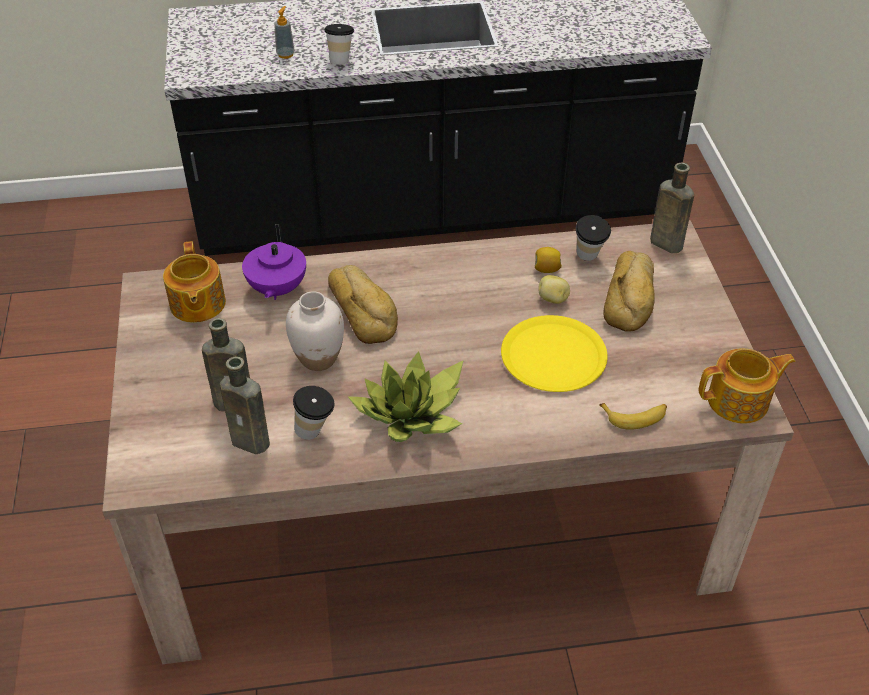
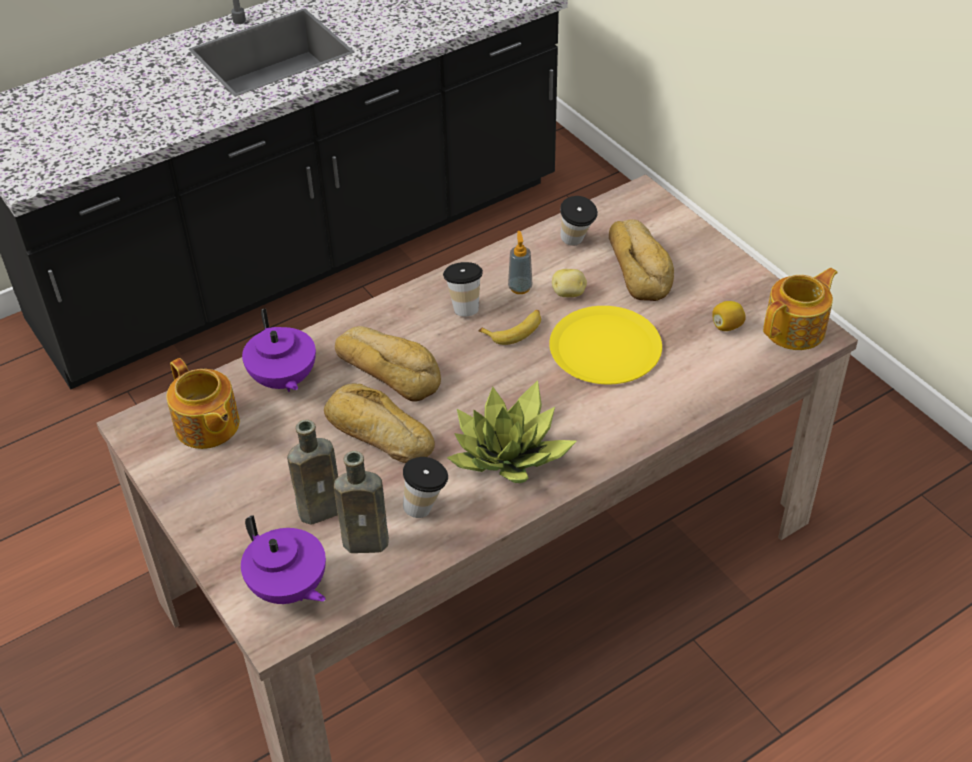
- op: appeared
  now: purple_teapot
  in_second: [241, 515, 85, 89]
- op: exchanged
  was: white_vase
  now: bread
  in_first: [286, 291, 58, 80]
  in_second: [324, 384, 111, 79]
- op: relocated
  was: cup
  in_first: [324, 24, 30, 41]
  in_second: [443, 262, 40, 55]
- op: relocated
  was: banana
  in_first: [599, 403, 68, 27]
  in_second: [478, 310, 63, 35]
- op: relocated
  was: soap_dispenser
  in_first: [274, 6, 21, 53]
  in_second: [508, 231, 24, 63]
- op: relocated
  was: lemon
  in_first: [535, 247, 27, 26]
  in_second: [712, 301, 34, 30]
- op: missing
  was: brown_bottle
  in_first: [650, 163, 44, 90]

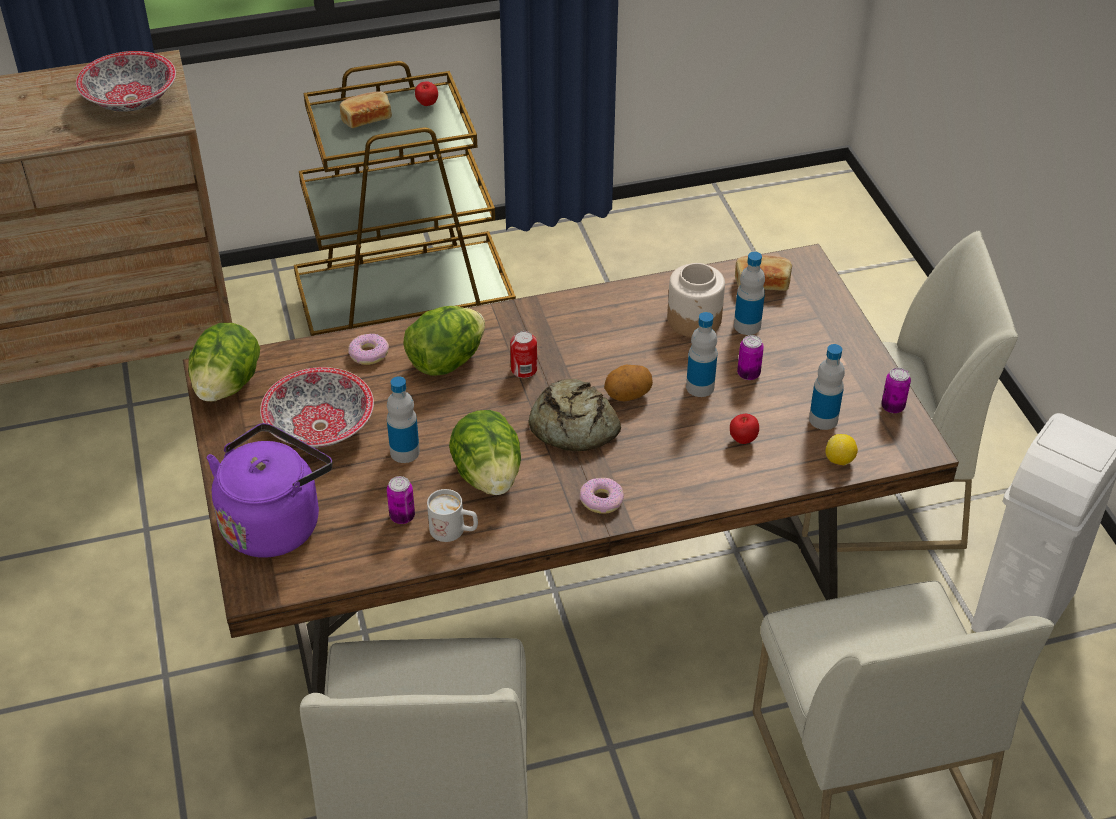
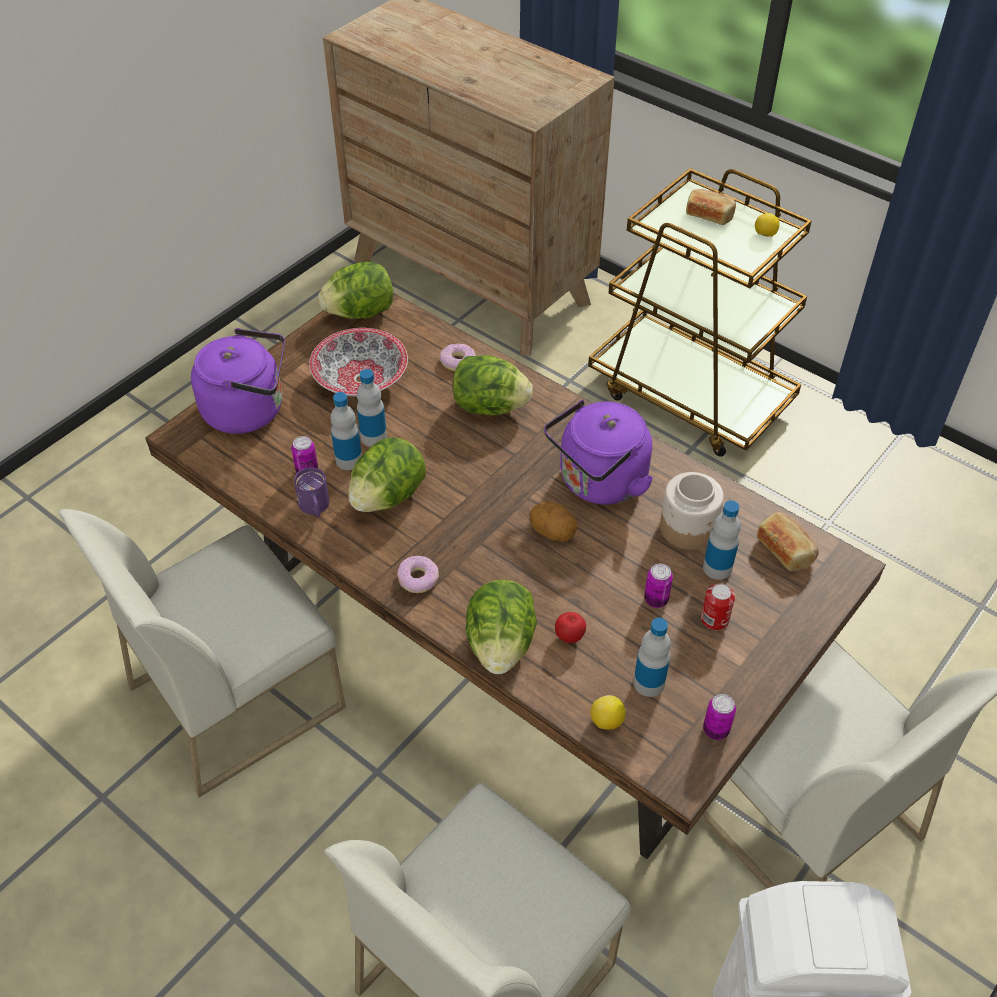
- op: colour
  was: white_mug
  now: purple_mug
  in_first: [427, 489, 51, 53]
  in_second: [294, 467, 35, 50]
- op: relocated
  was: bottle
  in_first: [686, 312, 31, 85]
  in_second: [330, 392, 32, 78]
- op: appeared
  now: lettuce
  in_second: [466, 580, 71, 94]
- op: appeared
  now: purple_kettle
  in_second: [544, 400, 109, 105]
- op: relocated
  was: can
  in_first: [510, 331, 27, 47]
  in_second: [701, 583, 34, 47]
- op: exchanged
  was: apple
  now: lemon
  in_first: [415, 81, 23, 25]
  in_second: [755, 213, 25, 24]
- op: missing
  was: bowl
  in_first: [76, 51, 100, 61]
- op: missing
  was: bread
  in_first: [528, 379, 93, 72]

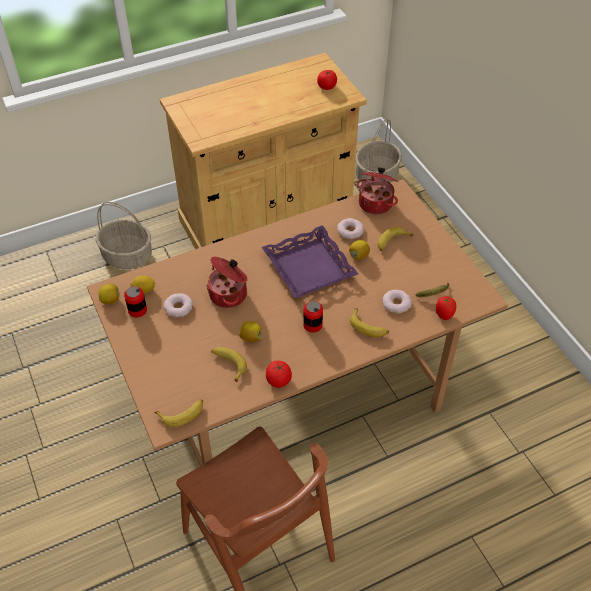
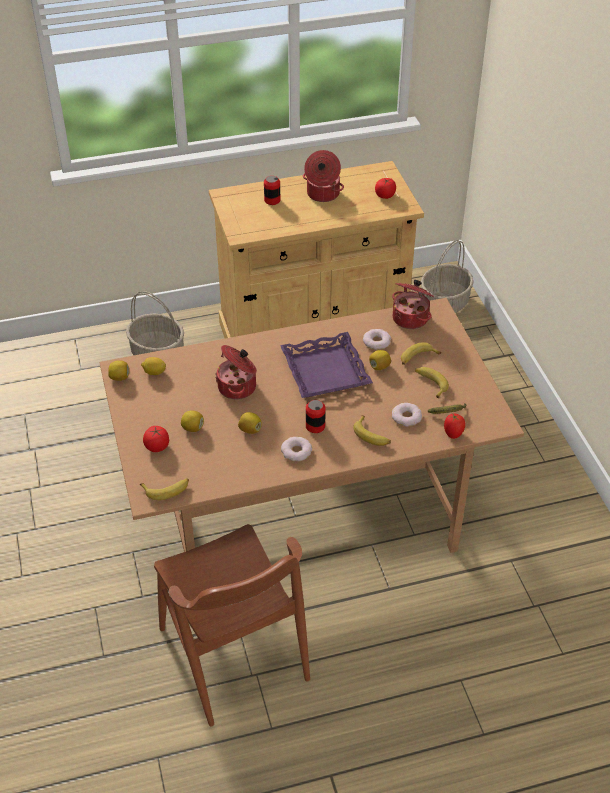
- op: relocated
  was: tomato
  in_first: [266, 361, 26, 27]
  in_second: [143, 426, 26, 26]
- op: appeared
  now: lemon
  in_second: [181, 410, 23, 22]
- op: relocated
  was: can
  in_first: [124, 286, 23, 32]
  in_second: [264, 176, 16, 29]
- op: relocated
  was: donut
  in_first: [164, 293, 29, 24]
  in_second: [281, 437, 31, 24]
- op: appeared
  now: cooking_pot
  in_second: [303, 150, 41, 52]
- op: relocated
  was: banana
  in_first: [211, 347, 36, 35]
  in_second: [415, 367, 34, 31]

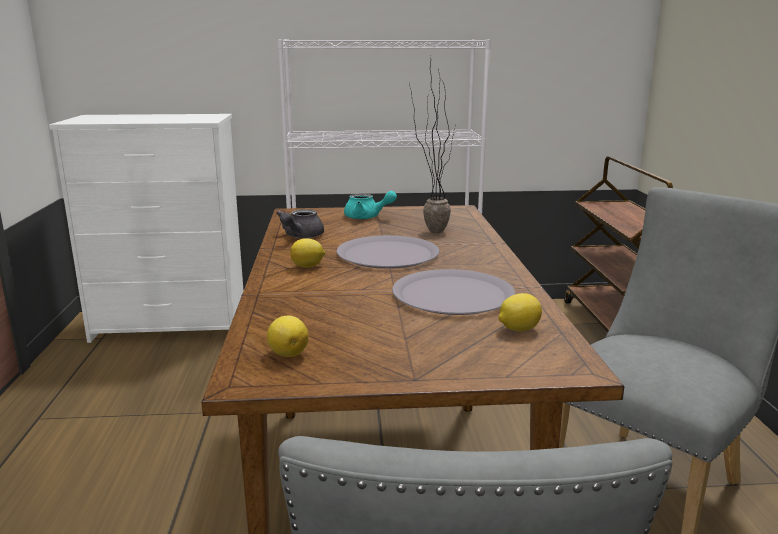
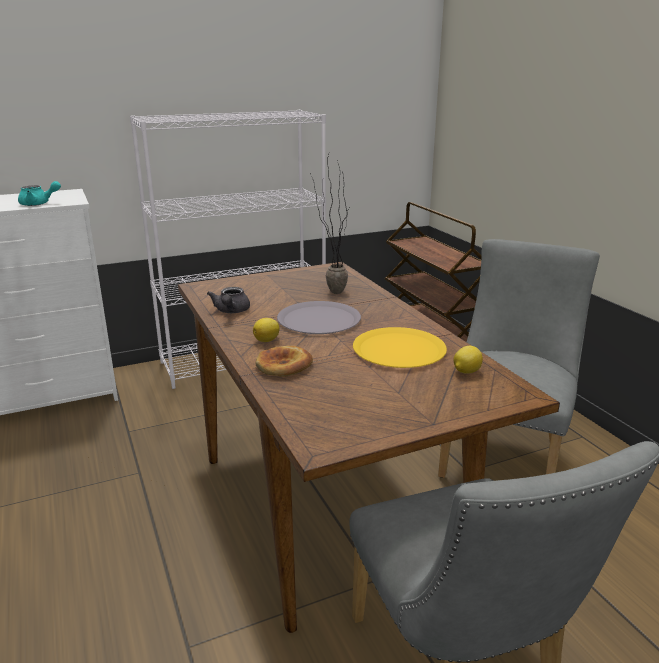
- op: relocated
  was: turquoise_teapot
  in_first: [344, 191, 53, 28]
  in_second: [18, 181, 43, 25]
- op: appeared
  now: bread
  in_second: [256, 346, 57, 31]
- op: colour
  was: grey_plate
  now: yellow_plate
  in_first: [392, 269, 123, 46]
  in_second: [353, 327, 94, 41]
- op: missing
  was: lemon
  in_first: [267, 316, 41, 41]

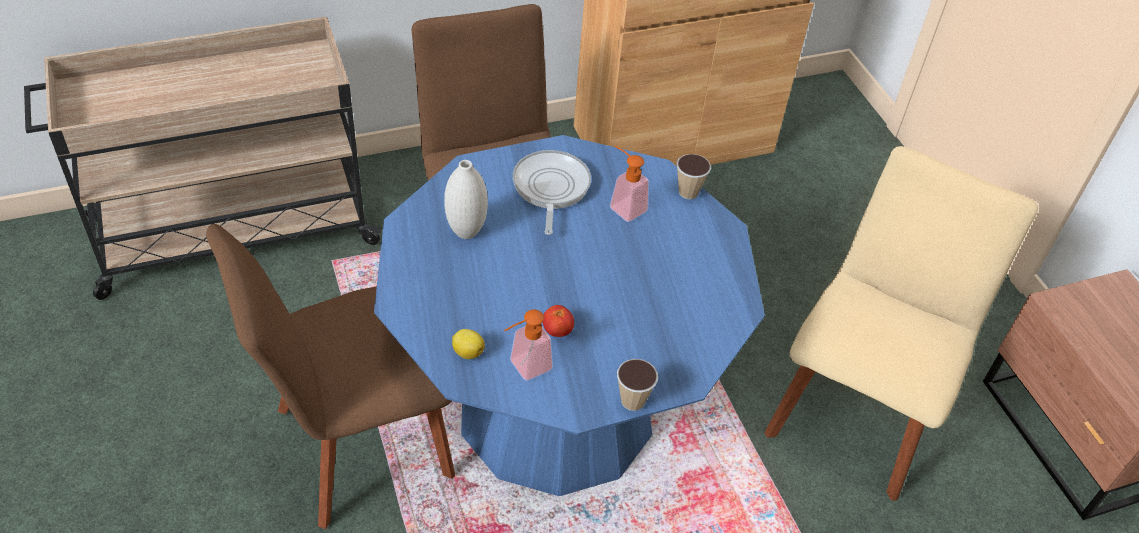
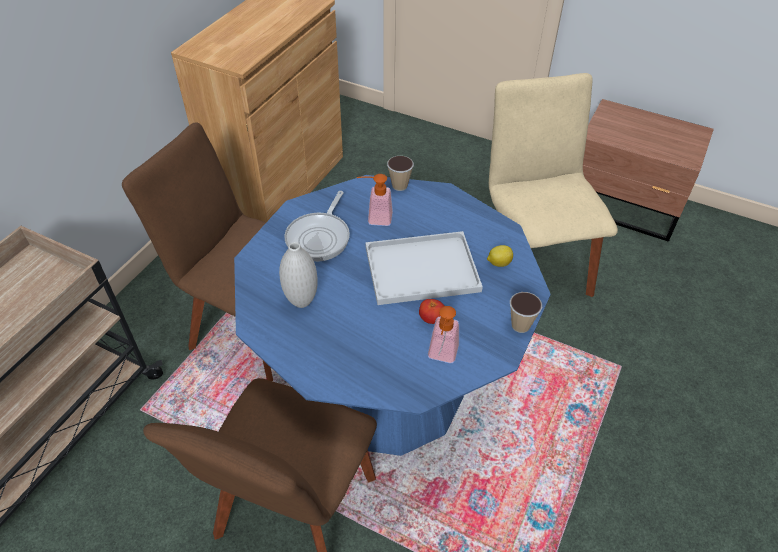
- op: spun
  was: frying_pan
  in_first: [513, 150, 78, 85]
  in_second: [284, 191, 66, 71]
  clockwise: -120
- op: appeared
  now: white_tray
  in_second: [365, 231, 118, 74]
- op: relocated
  was: lemon
  in_first: [452, 329, 33, 30]
  in_second: [487, 245, 26, 22]

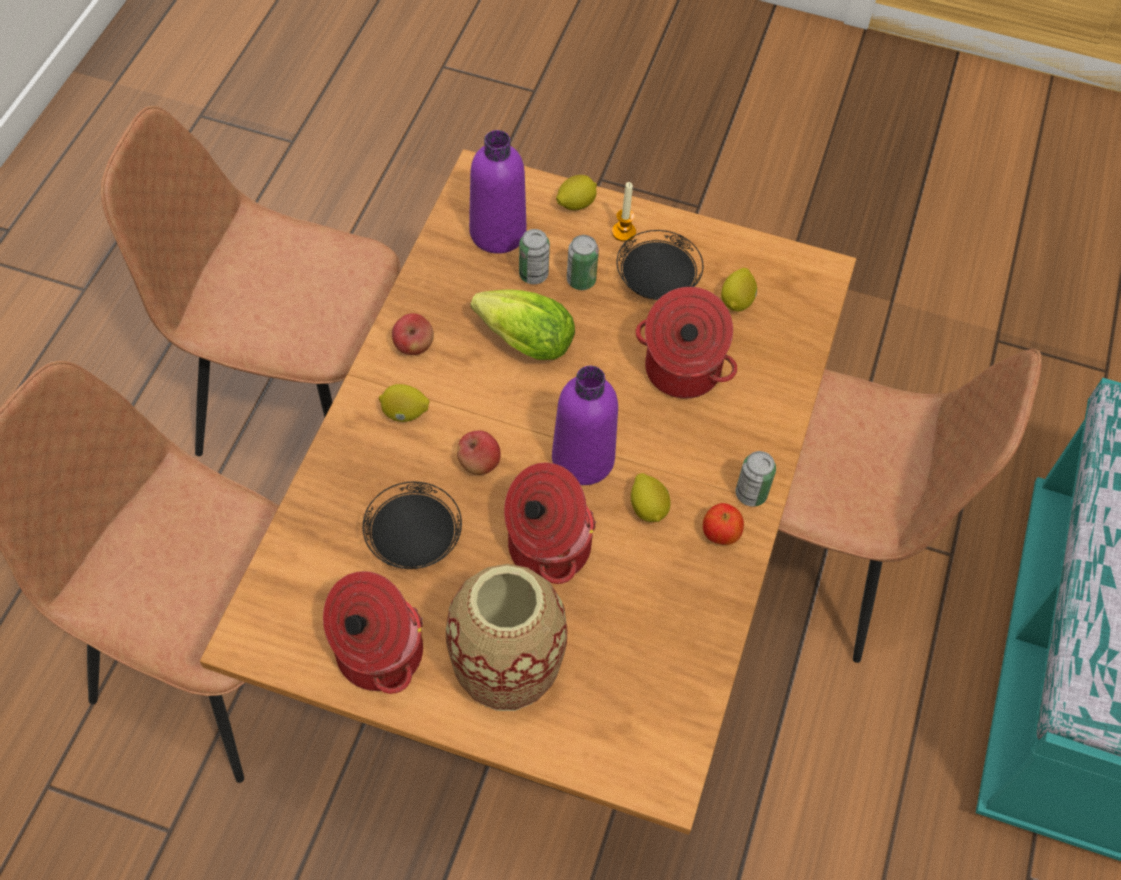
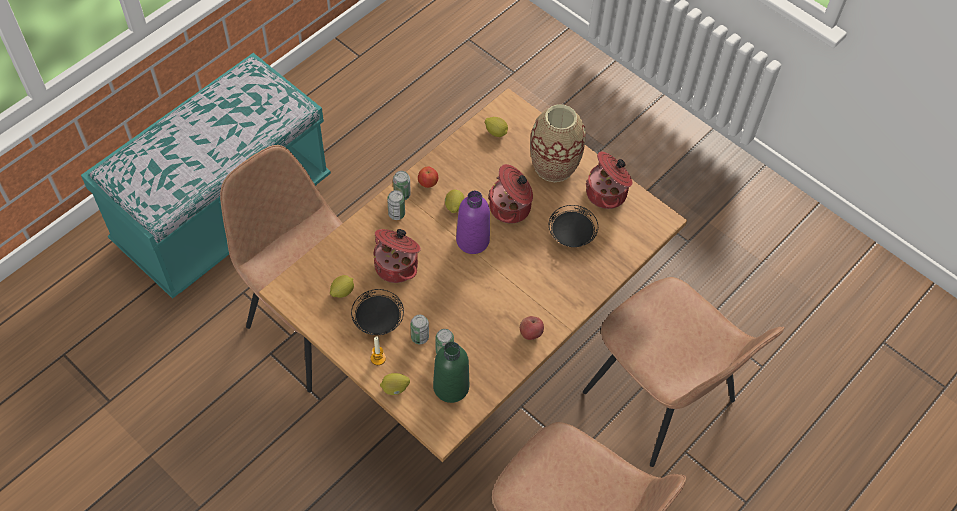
- op: appeared
  now: can
  in_second: [387, 190, 18, 30]
- op: colour
  was: purple_bottle
  now: green_bottle
  in_first: [469, 130, 58, 124]
  in_second: [433, 342, 36, 61]
- op: relocated
  was: lemon
  in_first: [379, 384, 51, 38]
  in_second: [485, 117, 23, 20]
- op: missing
  was: apple
  in_first: [457, 431, 44, 44]
- op: missing
  was: lettuce
  in_first: [471, 289, 104, 71]

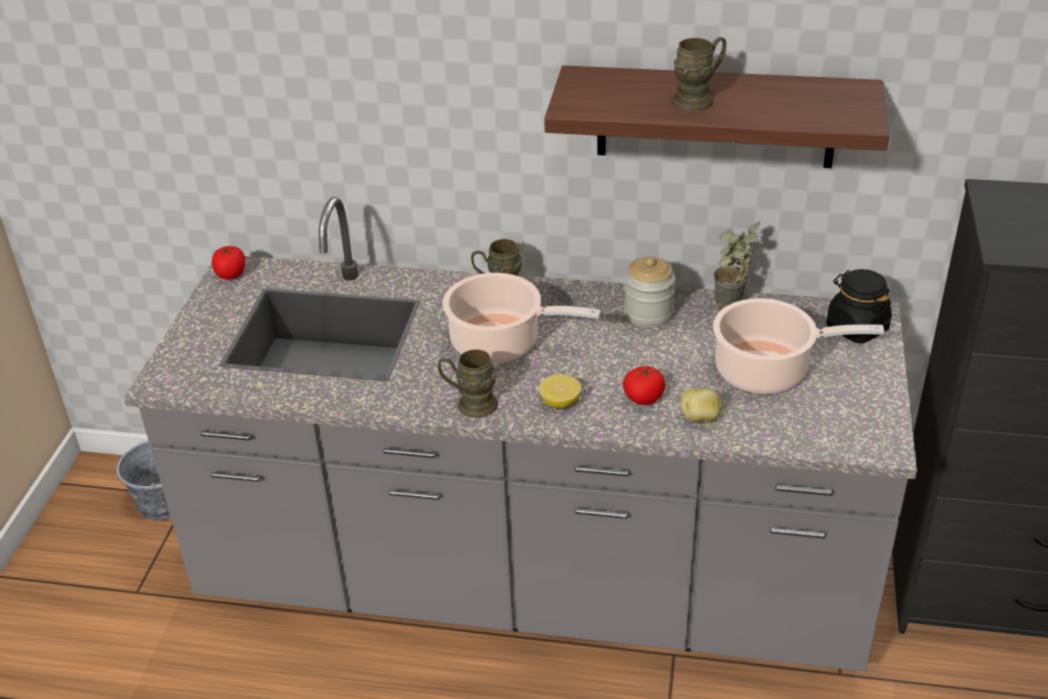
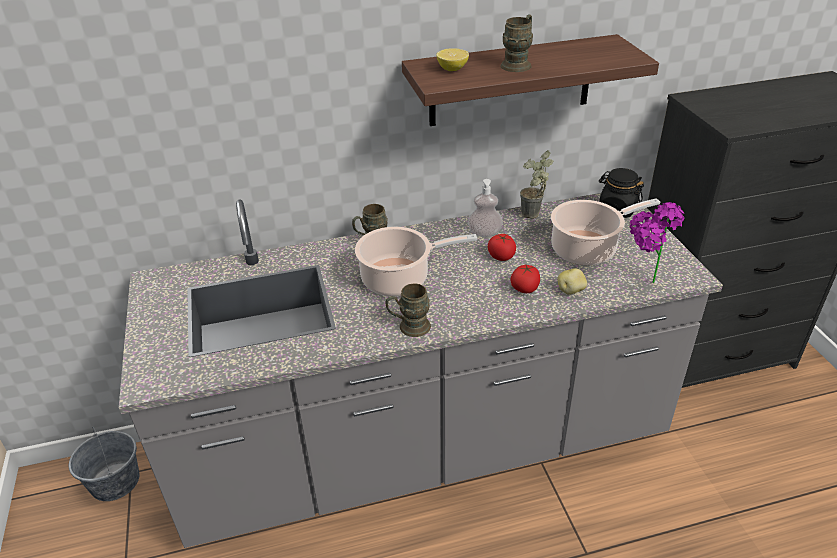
- op: relocated
  was: lemon
  in_first: [539, 374, 42, 34]
  in_second: [436, 48, 33, 23]
- op: exchanged
  was: jar
  now: soap_dispenser
  in_first: [624, 256, 52, 71]
  in_second: [468, 179, 35, 58]
- op: relocated
  was: tomato
  in_first: [212, 246, 33, 34]
  in_second: [488, 234, 28, 27]
- op: appeared
  now: potted_plant
  in_second: [629, 202, 56, 81]

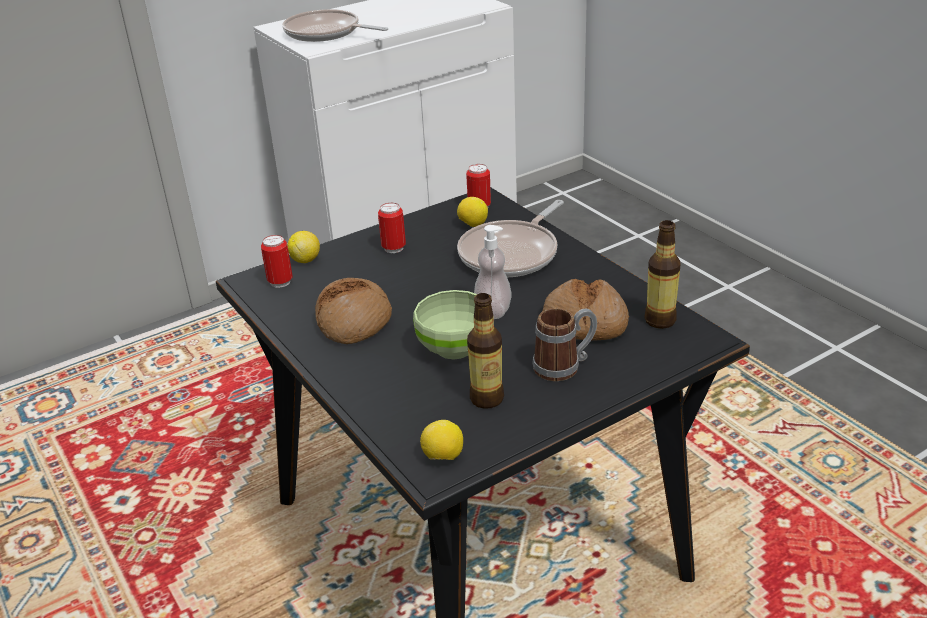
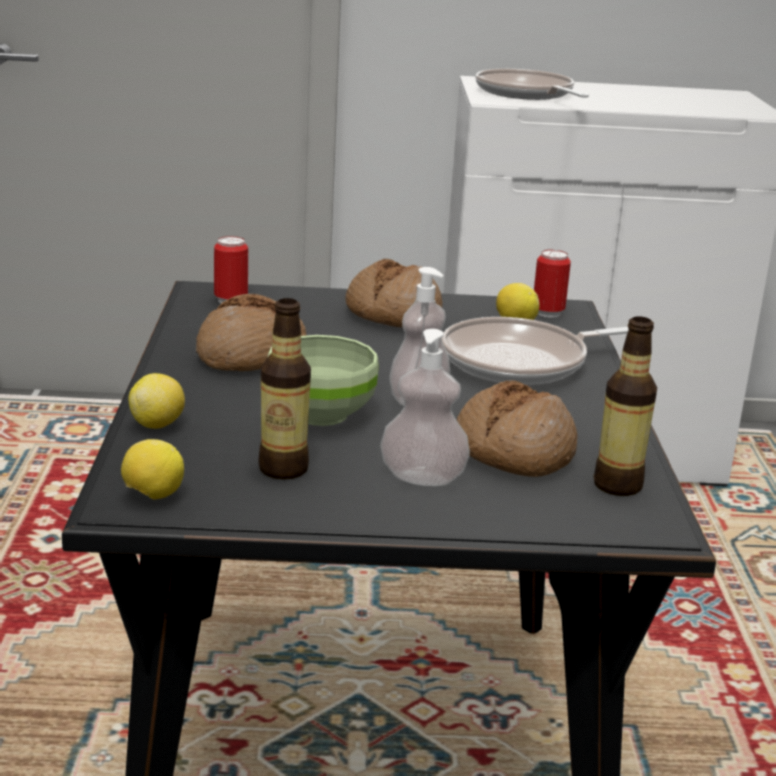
- op: relocated
  was: lemon
  in_first: [287, 231, 33, 32]
  in_second: [128, 373, 57, 56]
- op: exchanged
  was: can
  now: bread
  in_first: [378, 203, 28, 50]
  in_second: [345, 259, 97, 69]
- op: exchanged
  was: mug
  now: soap_dispenser
  in_first: [532, 308, 65, 73]
  in_second: [380, 329, 90, 157]

